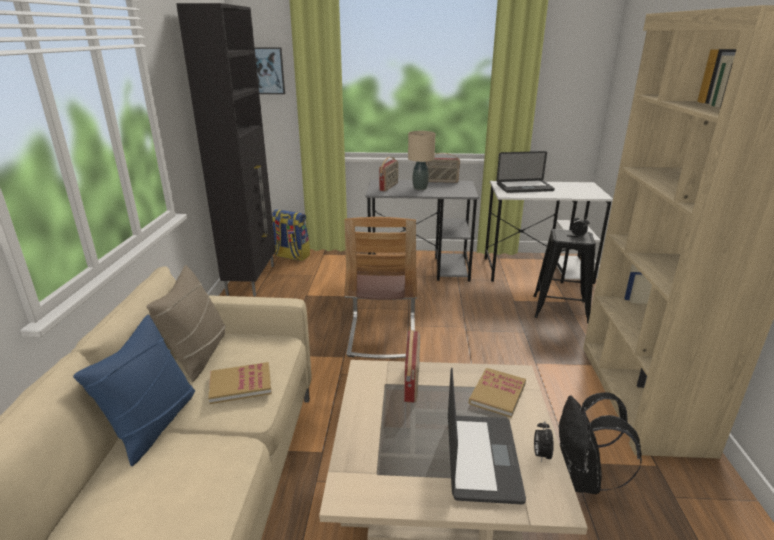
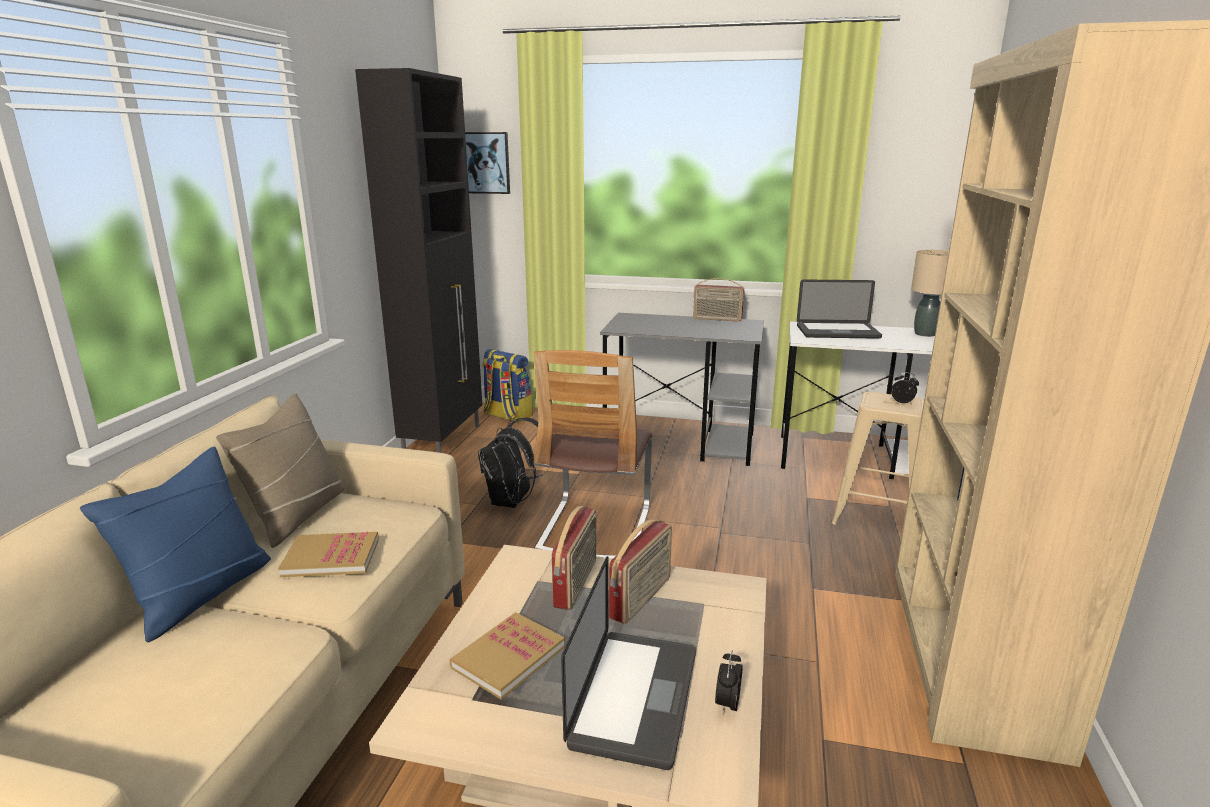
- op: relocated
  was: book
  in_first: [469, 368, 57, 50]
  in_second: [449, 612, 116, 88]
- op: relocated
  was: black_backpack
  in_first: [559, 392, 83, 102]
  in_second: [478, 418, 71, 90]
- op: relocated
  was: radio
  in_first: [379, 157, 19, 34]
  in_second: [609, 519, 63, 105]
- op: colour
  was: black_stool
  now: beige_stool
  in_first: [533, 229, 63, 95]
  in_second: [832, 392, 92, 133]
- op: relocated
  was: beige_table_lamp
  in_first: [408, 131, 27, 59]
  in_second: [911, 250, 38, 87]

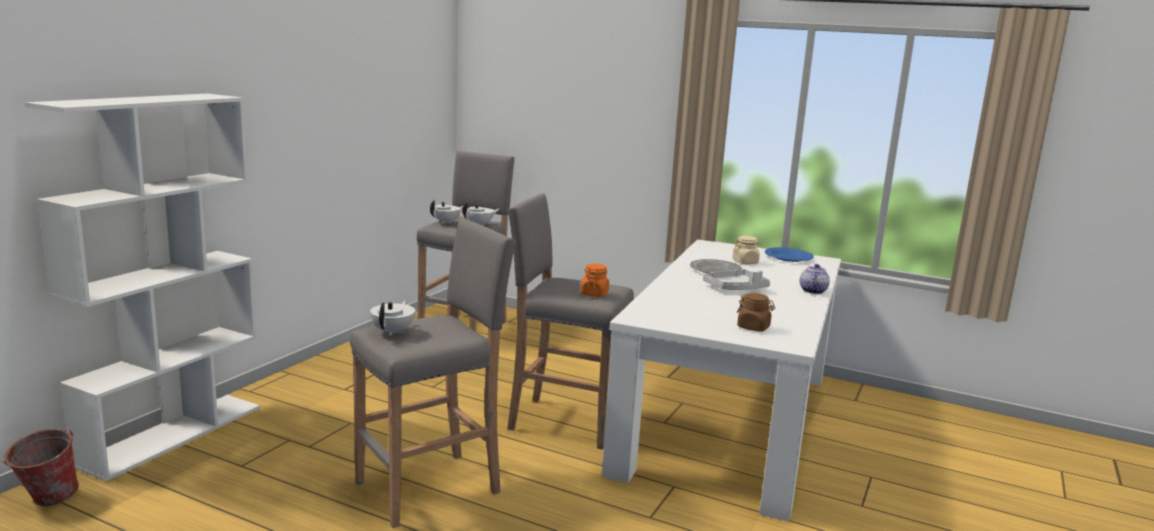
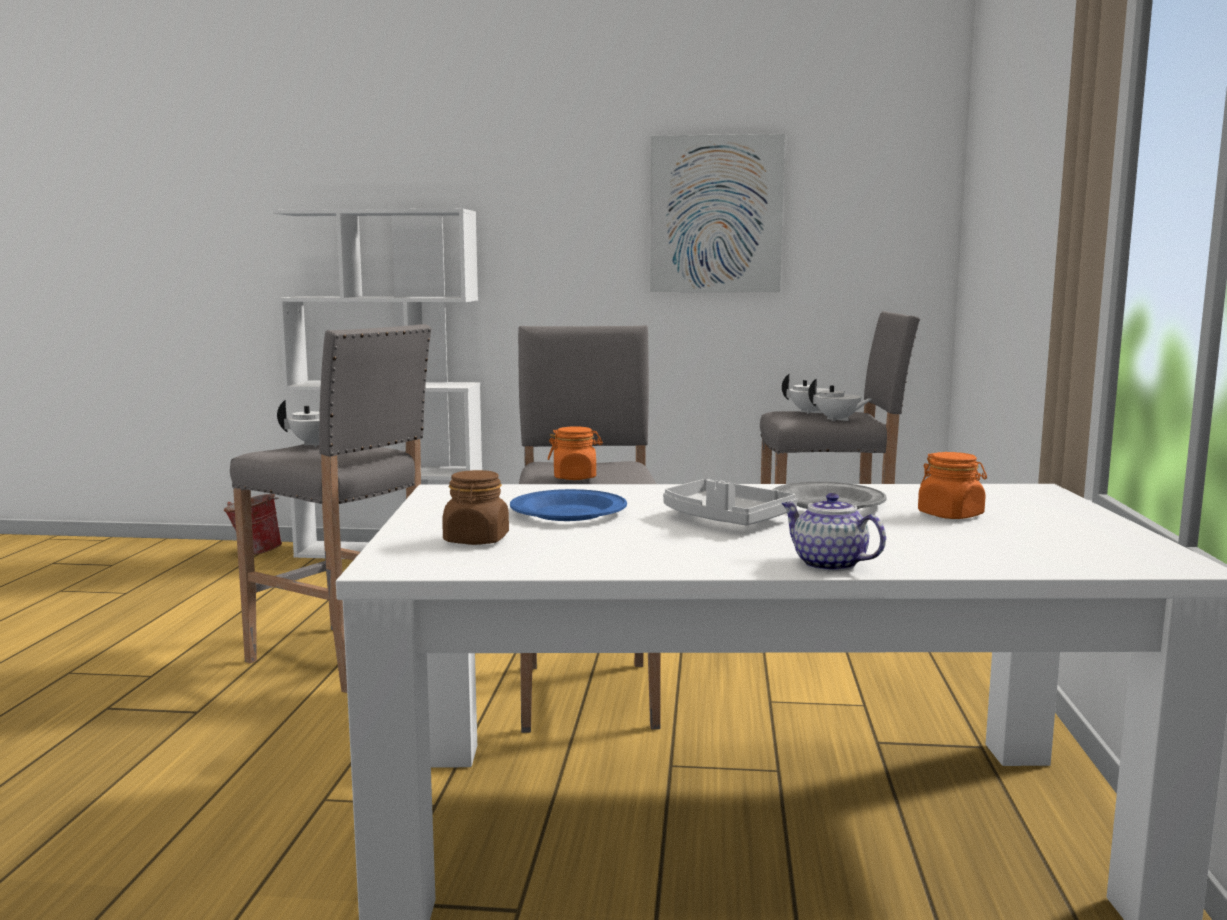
- op: relocated
  was: blue_plate
  in_first: [765, 247, 49, 15]
  in_second: [510, 489, 117, 32]
- op: appeared
  now: picture
  in_second: [650, 134, 135, 158]
- op: spun
  was: teapot
  in_first: [800, 264, 30, 30]
  in_second: [781, 493, 105, 79]
  clockwise: -135
- op: colour
  was: beige_jar
  now: orange_jar
  in_first: [733, 236, 29, 28]
  in_second: [918, 452, 69, 67]

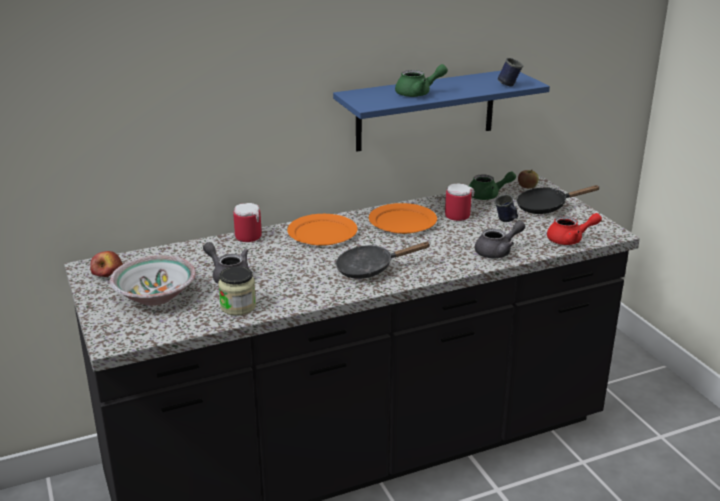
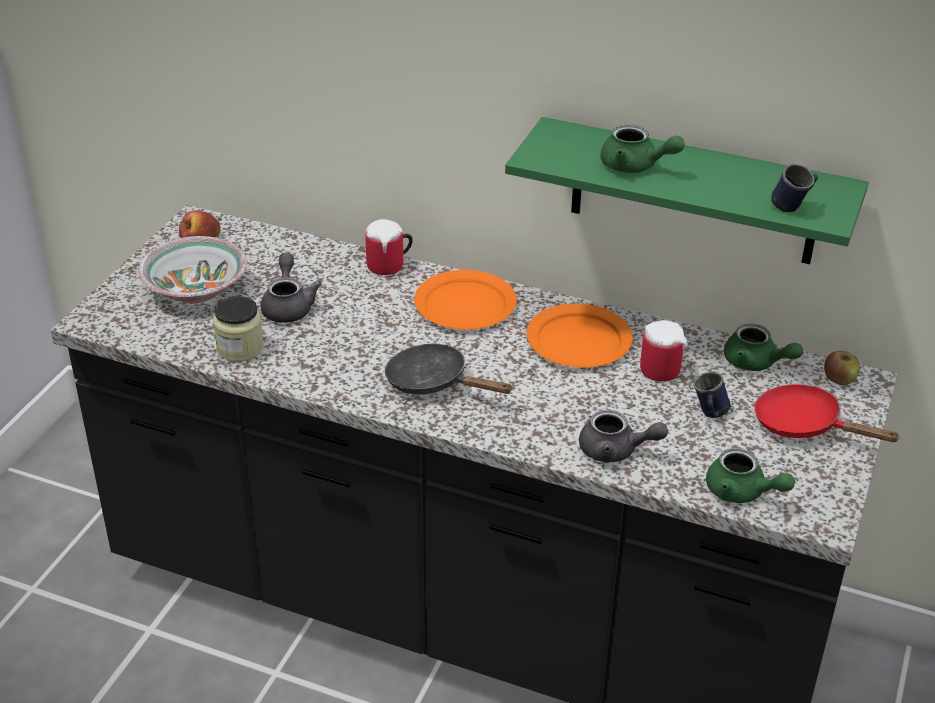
- op: colour
  was: blue_shelf
  now: green_shelf
  in_first: [333, 71, 217, 81]
  in_second: [505, 117, 364, 147]
- op: colour
  was: red_teapot
  now: green_teapot
  in_first: [547, 213, 55, 32]
  in_second: [706, 448, 89, 55]
- op: colour
  was: black_frying_pan
  now: red_frying_pan
  in_first: [517, 185, 83, 29]
  in_second: [754, 384, 147, 58]

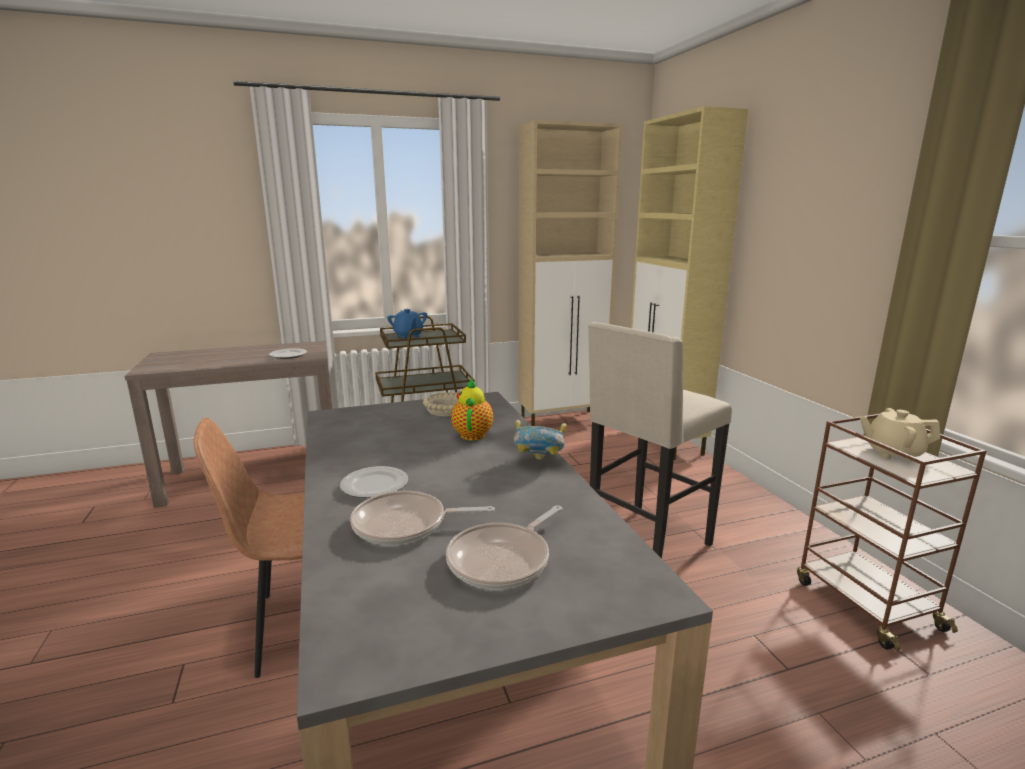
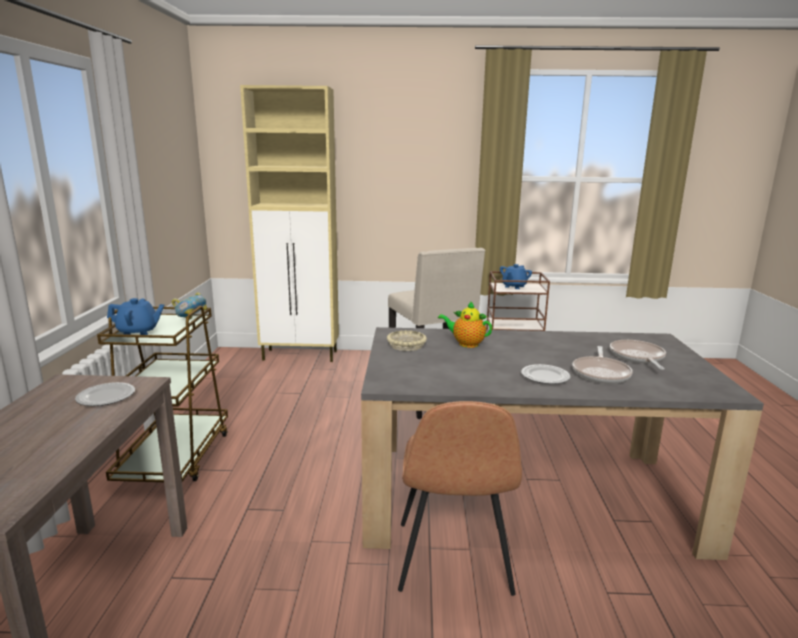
- op: relocated
  was: bowl
  in_first: [514, 420, 53, 40]
  in_second: [172, 293, 35, 27]
- op: colour
  was: beige_teapot
  now: blue_teapot
  in_first: [859, 408, 81, 53]
  in_second: [500, 264, 32, 25]
- op: spun
  was: frying_pan
  in_first: [446, 505, 116, 84]
  in_second: [610, 340, 56, 30]
  clockwise: -150
- op: missing
  was: beige_cabinet
  in_first: [518, 120, 105, 306]

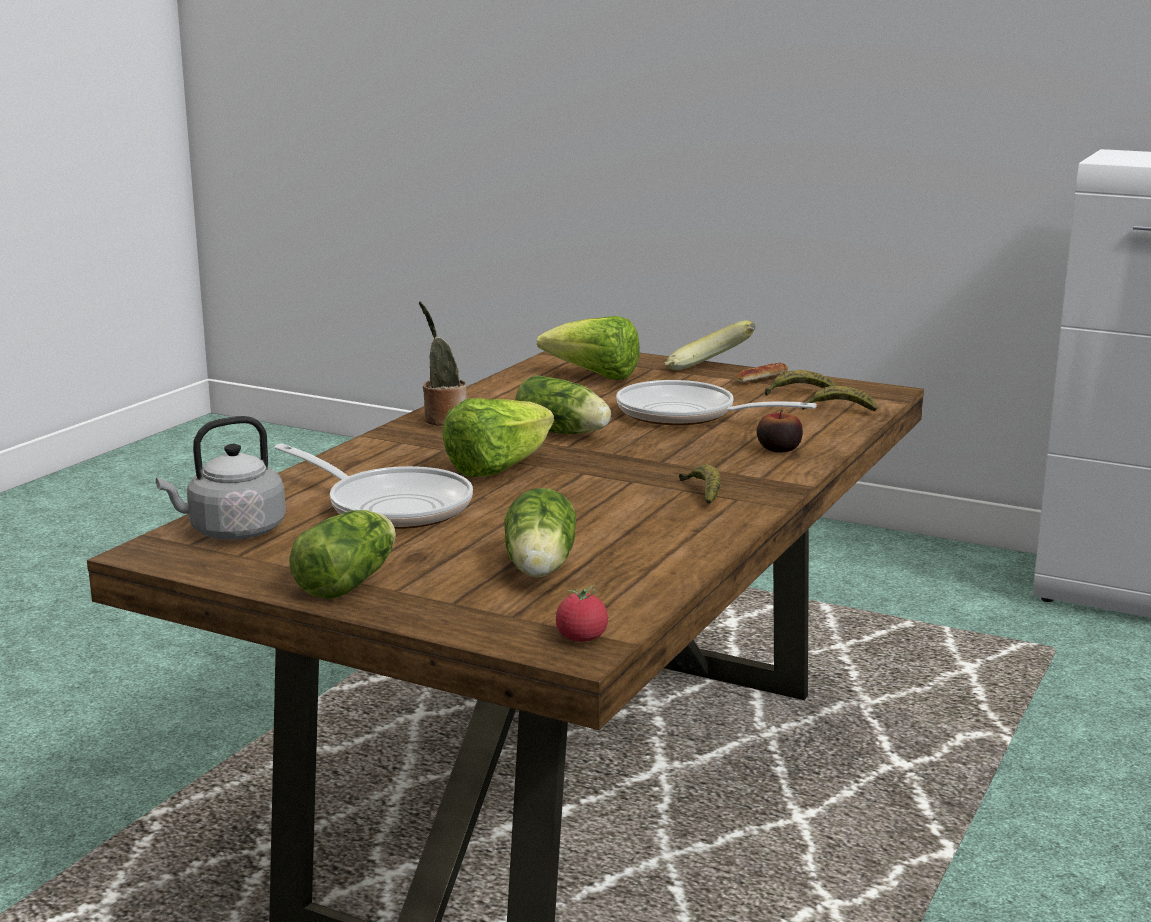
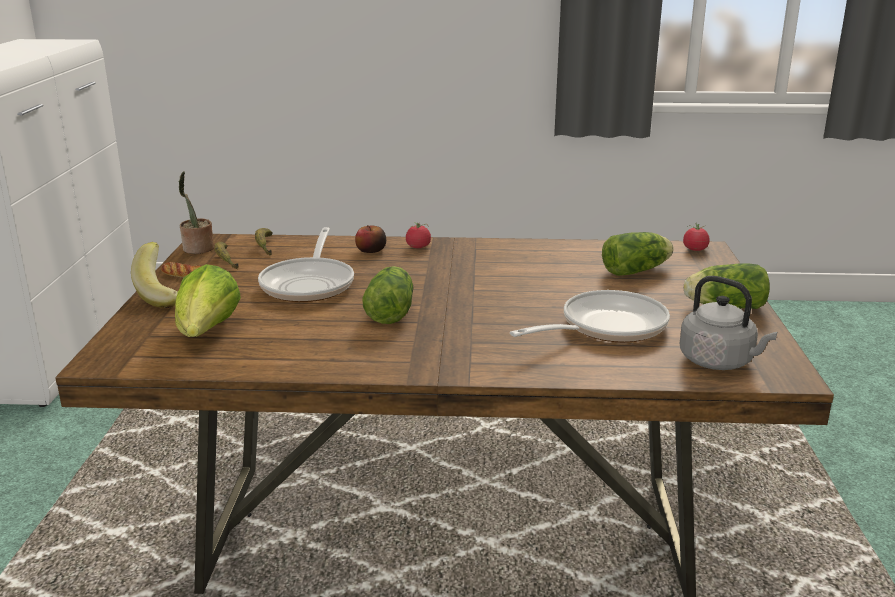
- op: relocated
  was: potted_plant
  in_first: [419, 301, 47, 125]
  in_second: [178, 171, 36, 83]
- op: appeared
  now: tomato
  in_second: [406, 222, 25, 26]
- op: spun
  was: frying_pan
  in_first: [274, 443, 199, 86]
  in_second: [510, 290, 160, 52]
  clockwise: 45
- op: missing
  was: lettuce
  in_first: [442, 398, 112, 79]
- op: missing
  was: banana
  in_first: [679, 464, 42, 40]

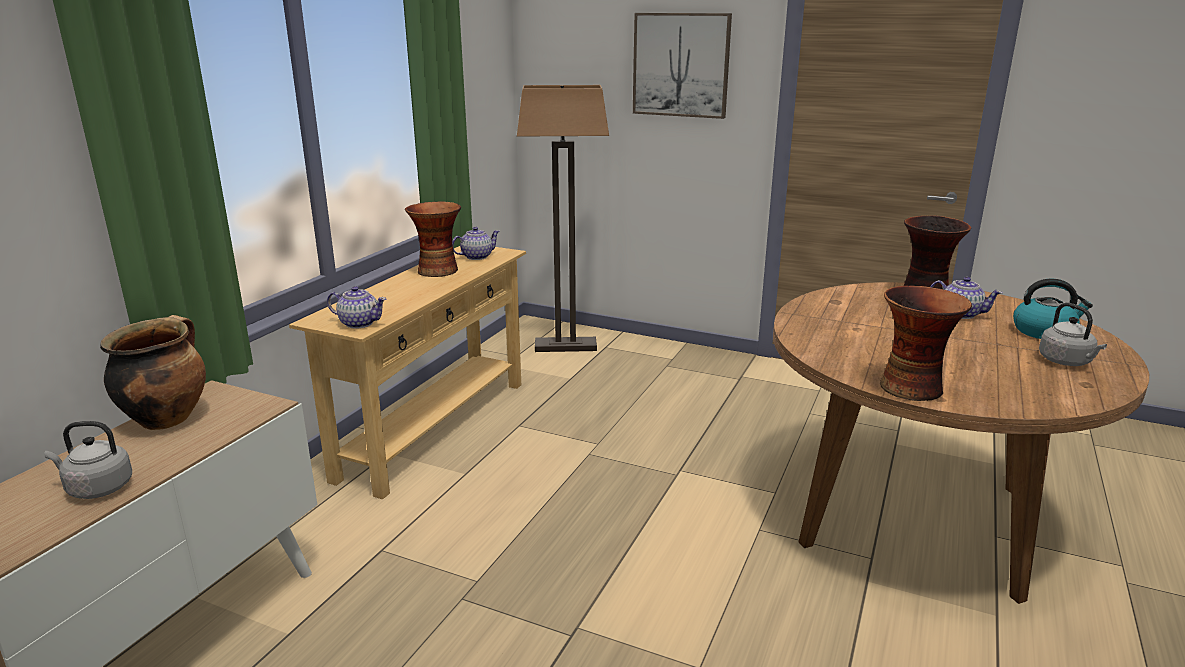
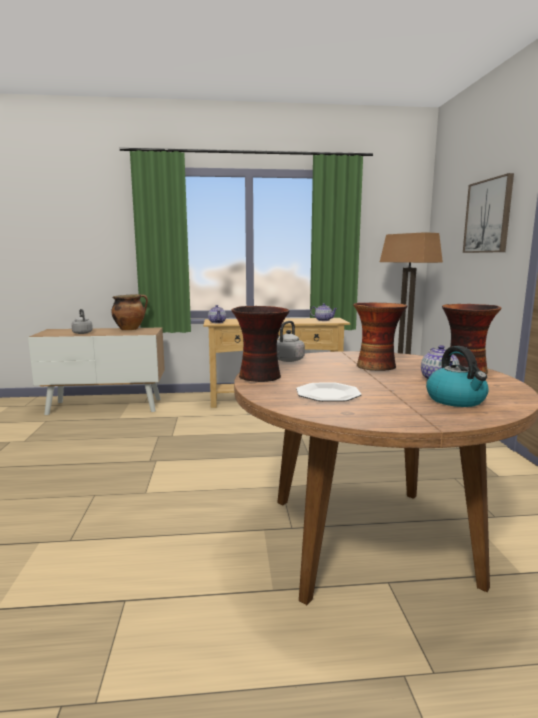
- op: relocated
  was: grey_kettle
  in_first: [1039, 303, 68, 63]
  in_second: [277, 321, 28, 41]
- op: appeared
  now: plate
  in_second: [296, 383, 66, 19]
- op: relocated
  was: vase
  in_first: [405, 202, 56, 75]
  in_second: [353, 302, 54, 69]

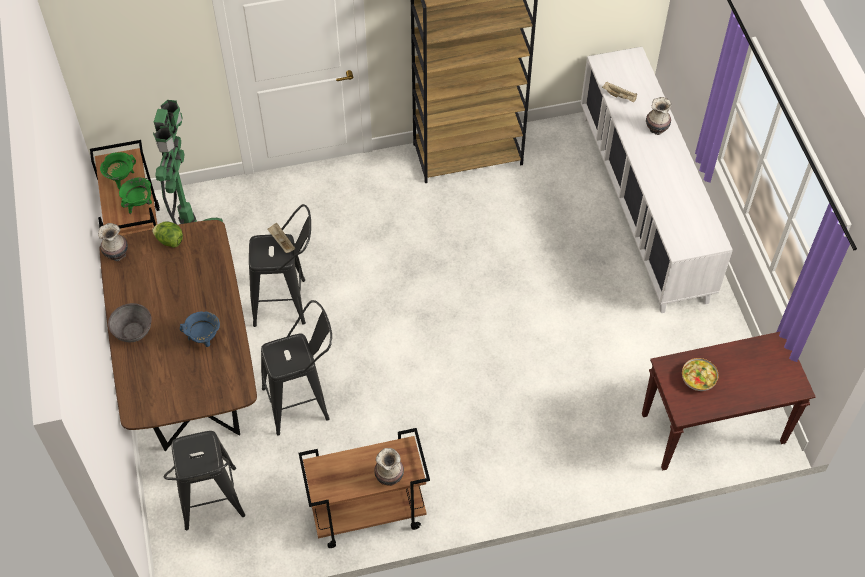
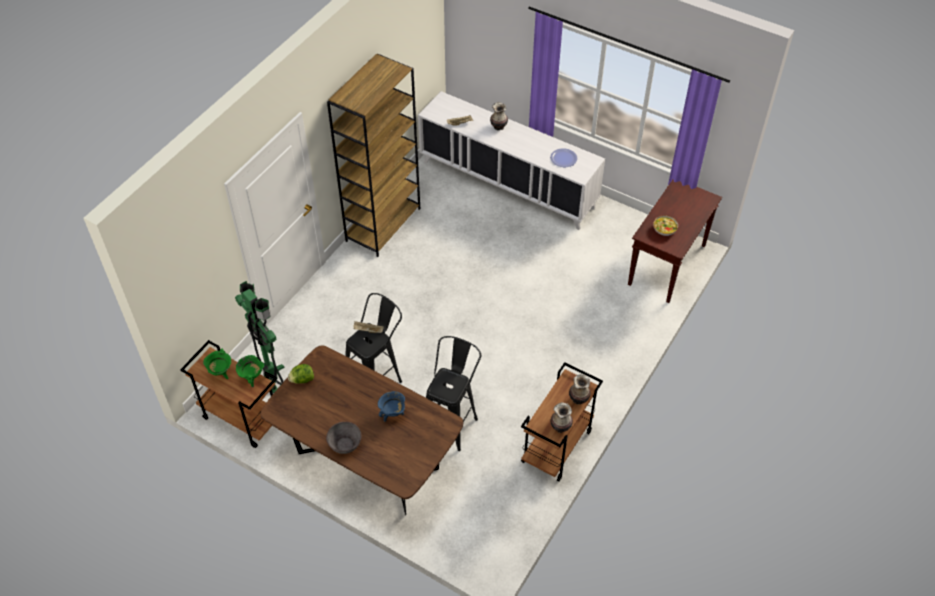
- op: appeared
  now: plate
  in_second: [550, 148, 28, 19]
- op: relocated
  was: vase
  in_first: [98, 223, 30, 38]
  in_second: [550, 402, 23, 31]
- op: missing
  was: black_stool
  in_first: [164, 431, 81, 99]

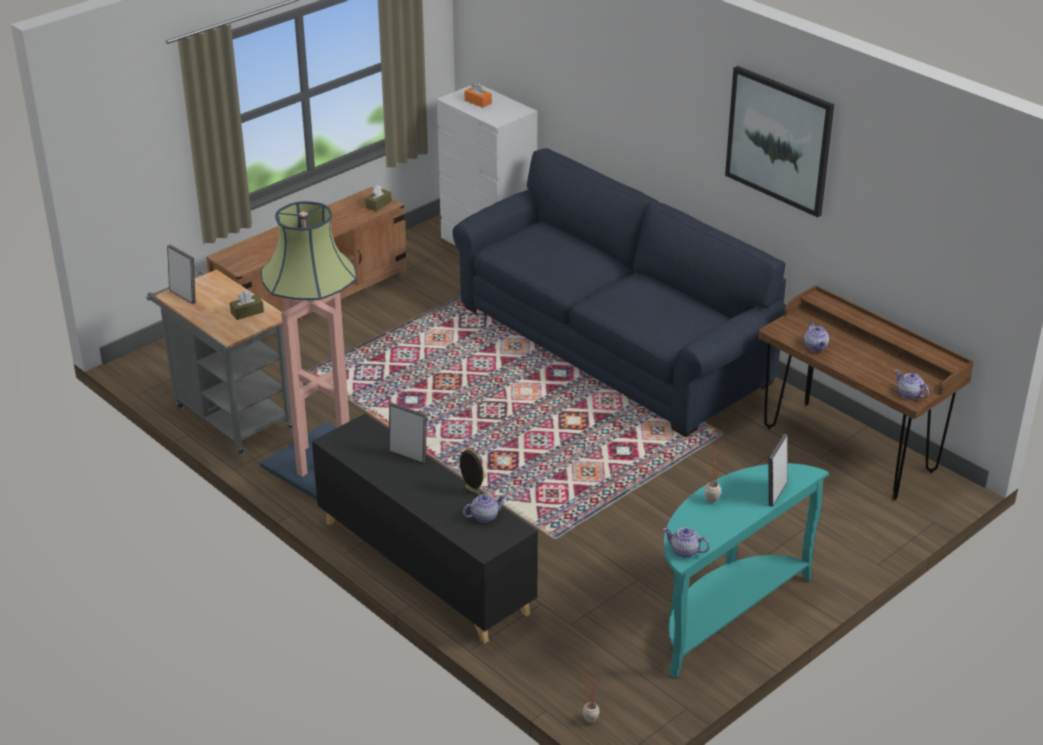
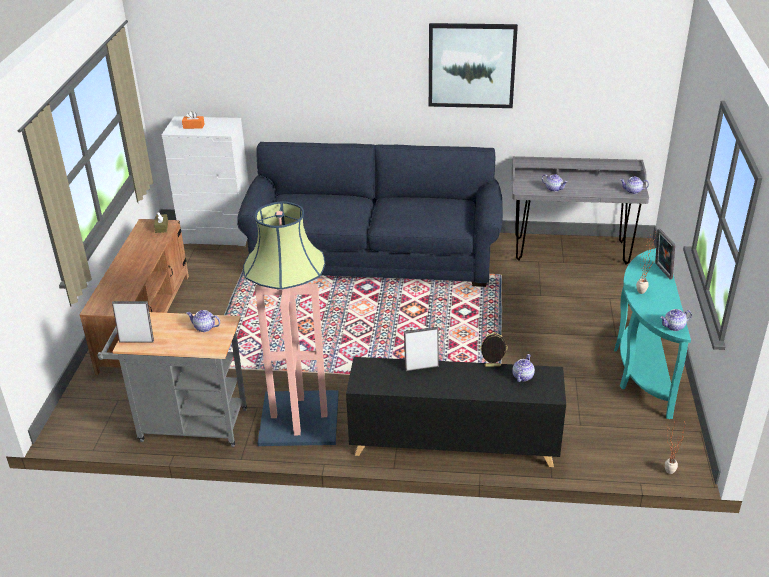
- op: exchanged
  was: brown_tissue_box
  now: teapot
  in_first: [230, 290, 34, 30]
  in_second: [187, 310, 33, 22]
- op: colour
  was: brown_desk
  now: grey_desk
  in_first: [758, 285, 216, 215]
  in_second: [512, 156, 137, 109]

